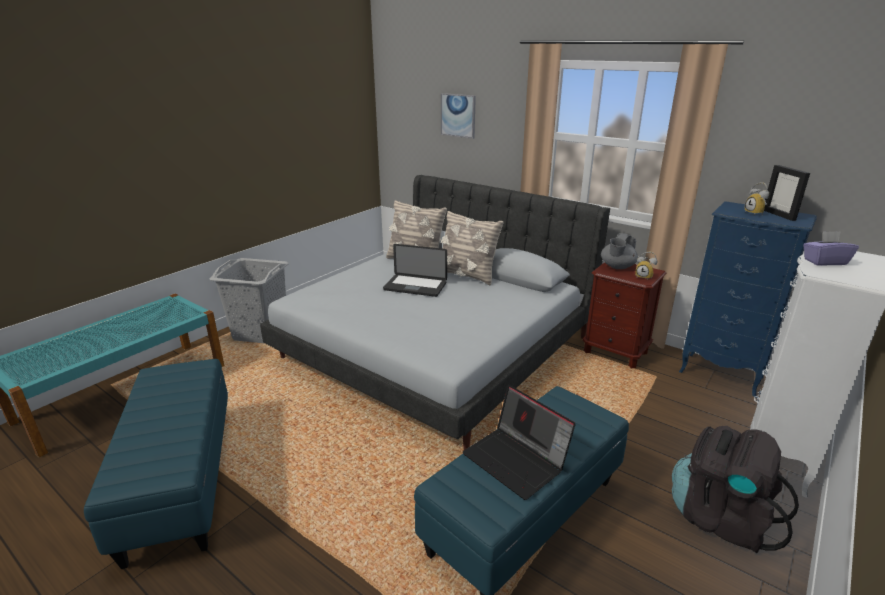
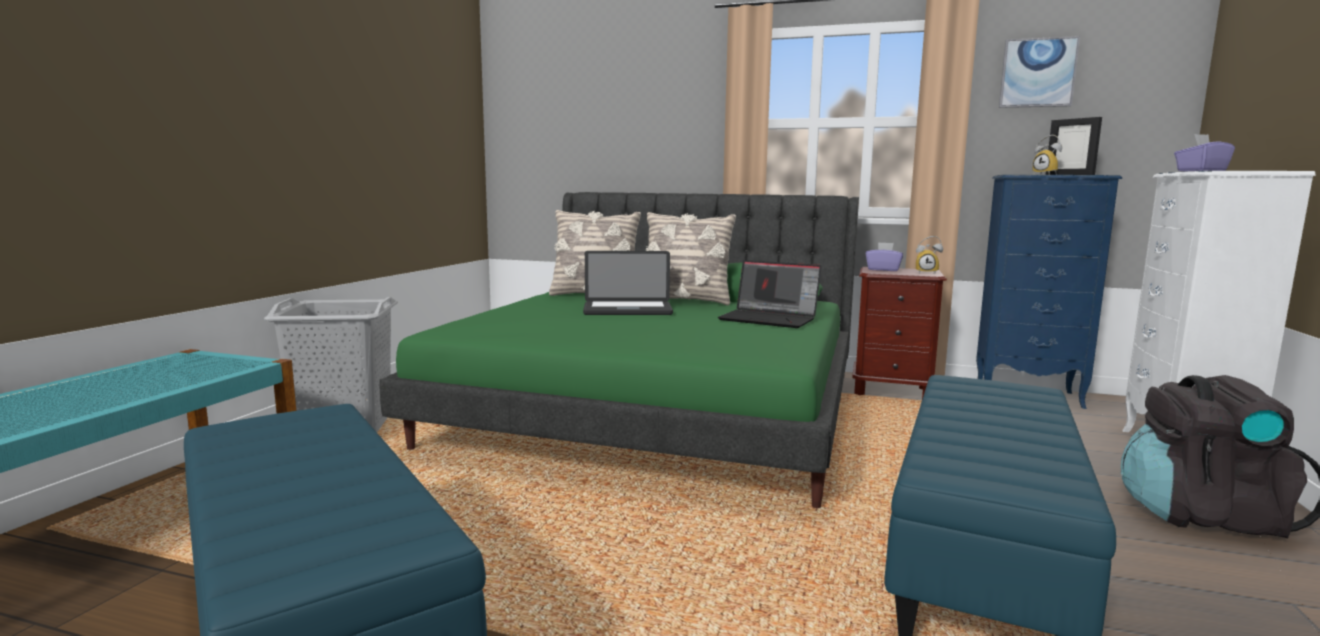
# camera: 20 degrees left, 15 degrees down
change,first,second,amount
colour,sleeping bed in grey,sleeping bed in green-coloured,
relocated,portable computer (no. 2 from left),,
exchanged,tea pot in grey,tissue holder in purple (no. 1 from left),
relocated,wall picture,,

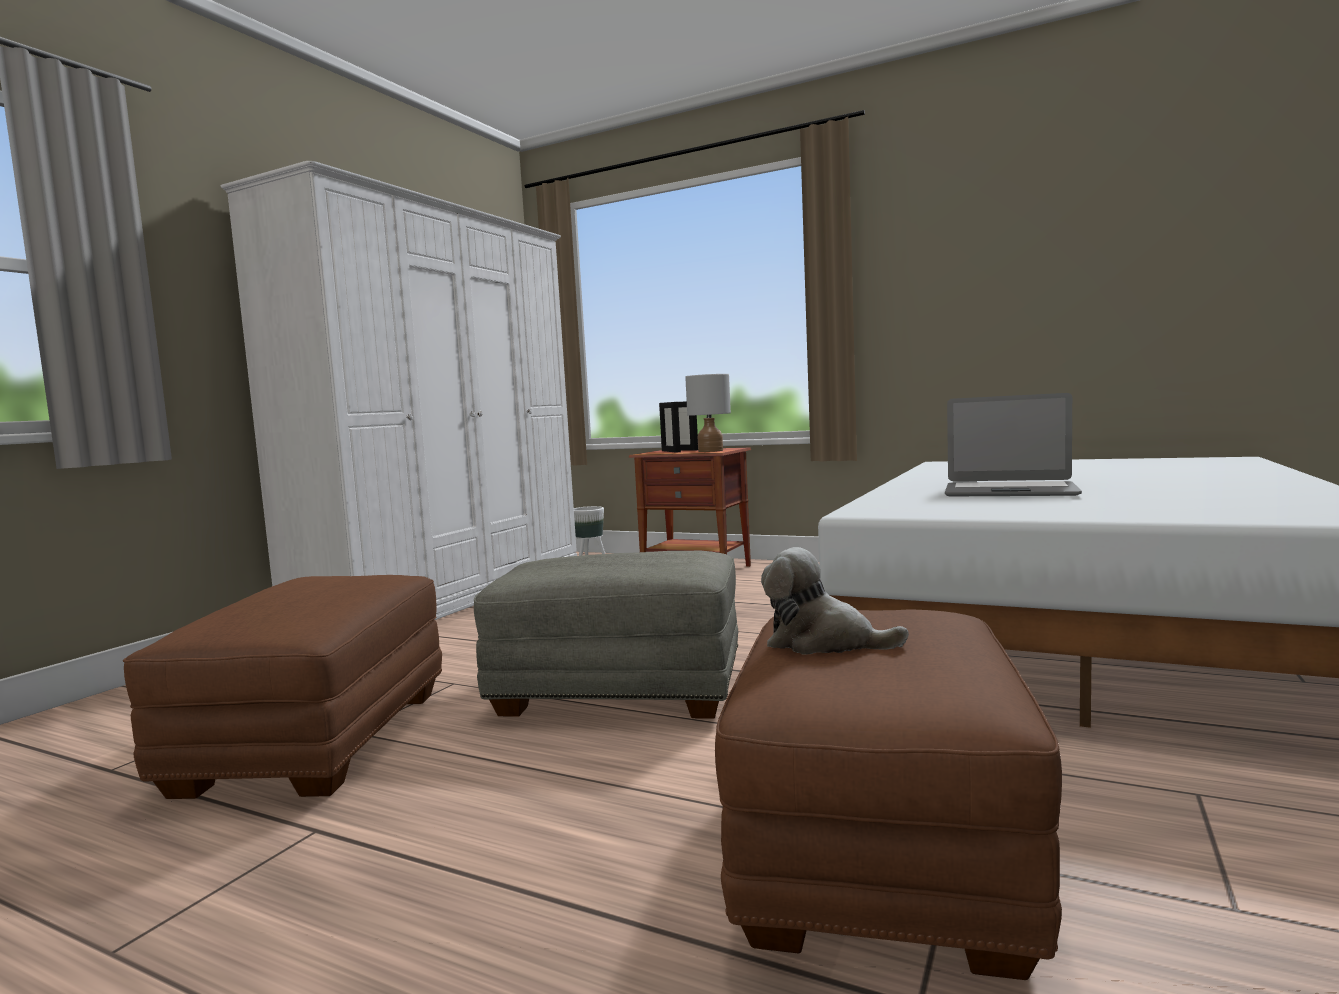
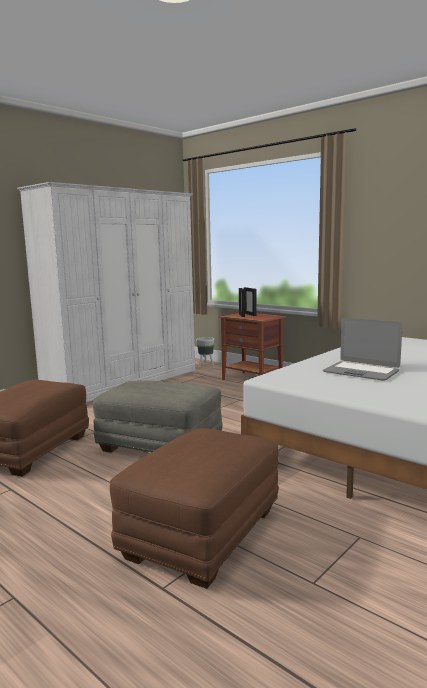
# camera: 15 degrees right, 5 degrees up
change,first,second,amount
missing,lamp for a table in grey,,
missing,plush toy,,

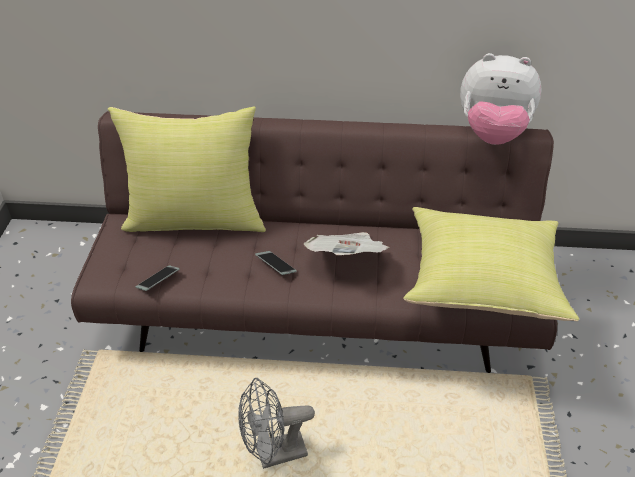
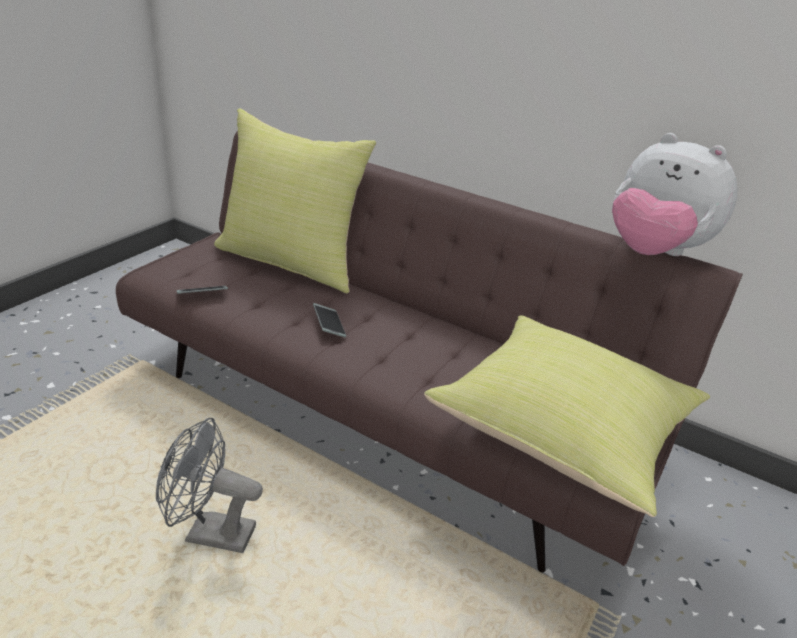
# camera: 25 degrees right, 10 degrees down
change,first,second,amount
missing,newspaper,,

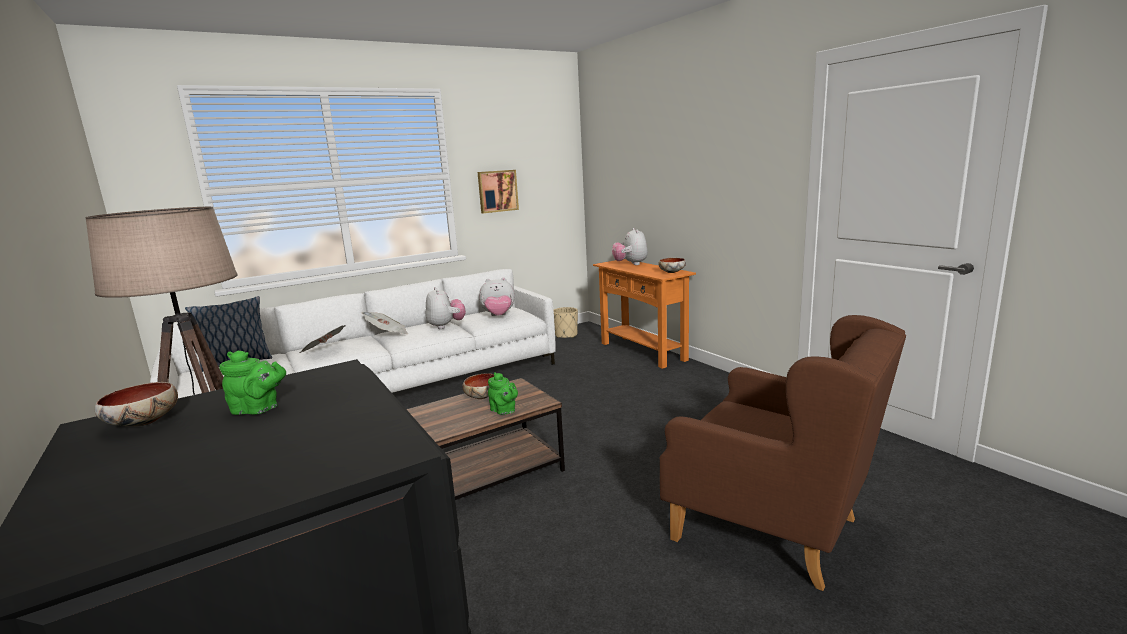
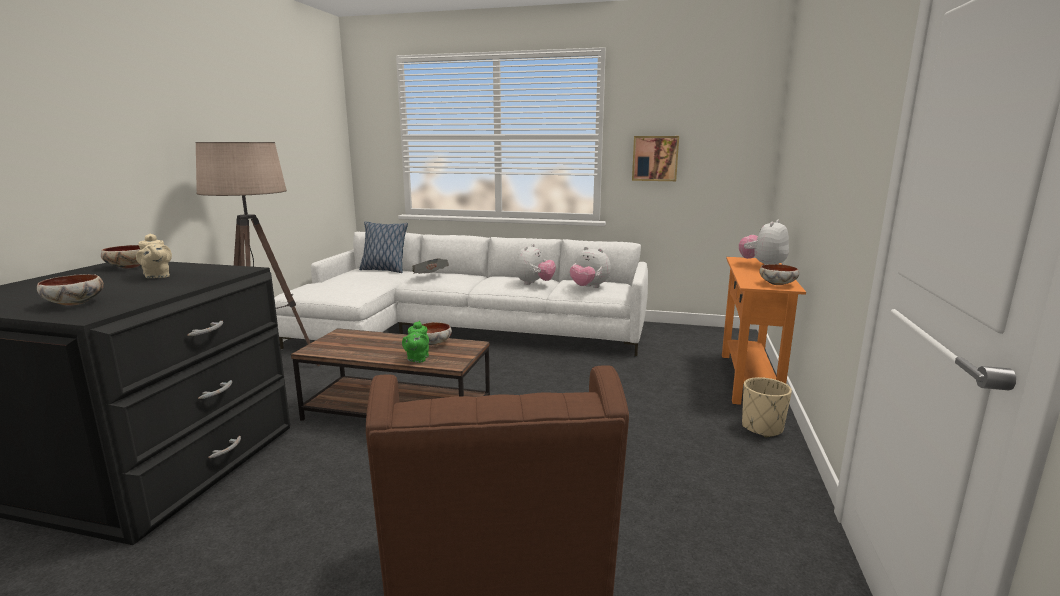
# camera: 45 degrees right, 0 degrees up
change,first,second,amount
appeared,,deep dish (no. 1 from left),
colour,tea pot in green-coloured (no. 1 from left),tea pot in beige,
relocated,plant pot in beige,,
missing,newspaper (no. 2 from left),,

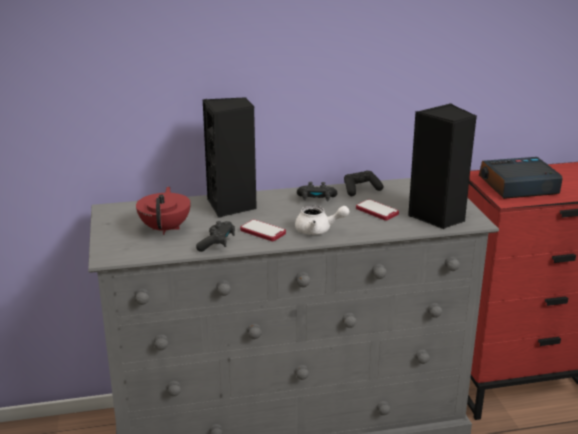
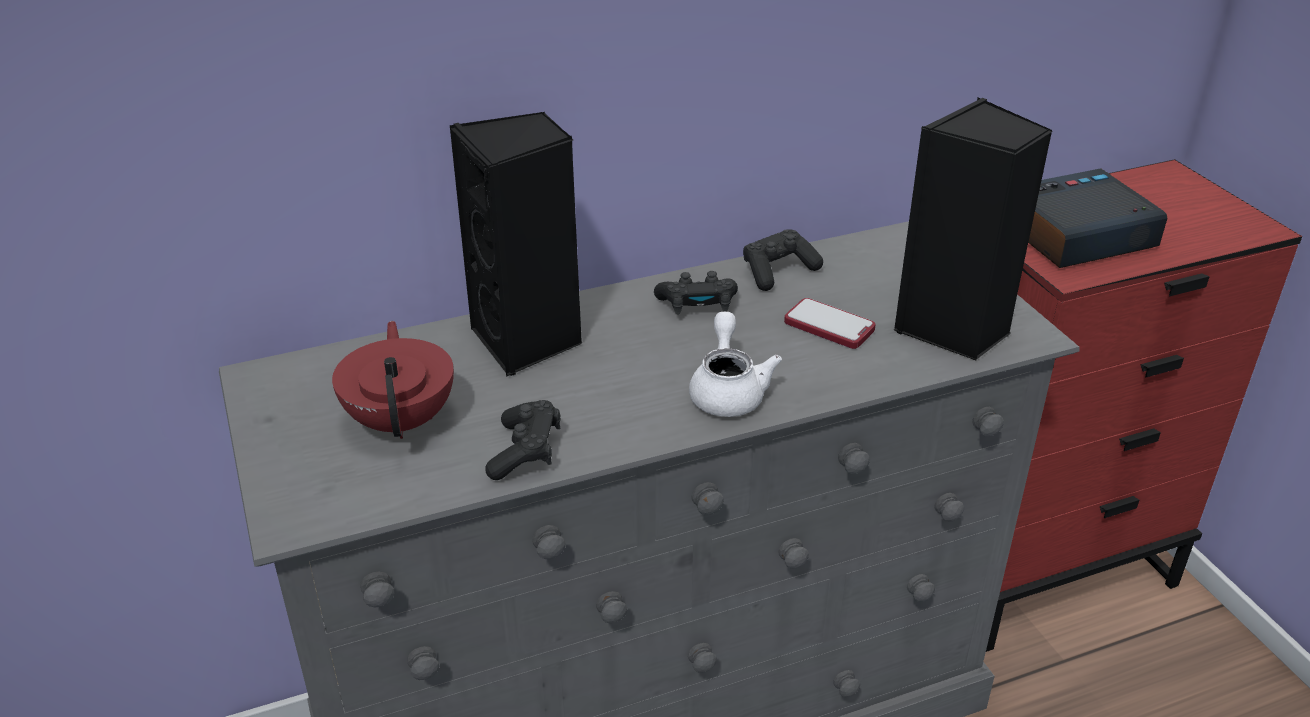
# camera: 10 degrees left, 10 degrees up
change,first,second,amount
spun,tea pot in white-coloured,,90 degrees counterclockwise
missing,handset (no. 1 from left),,

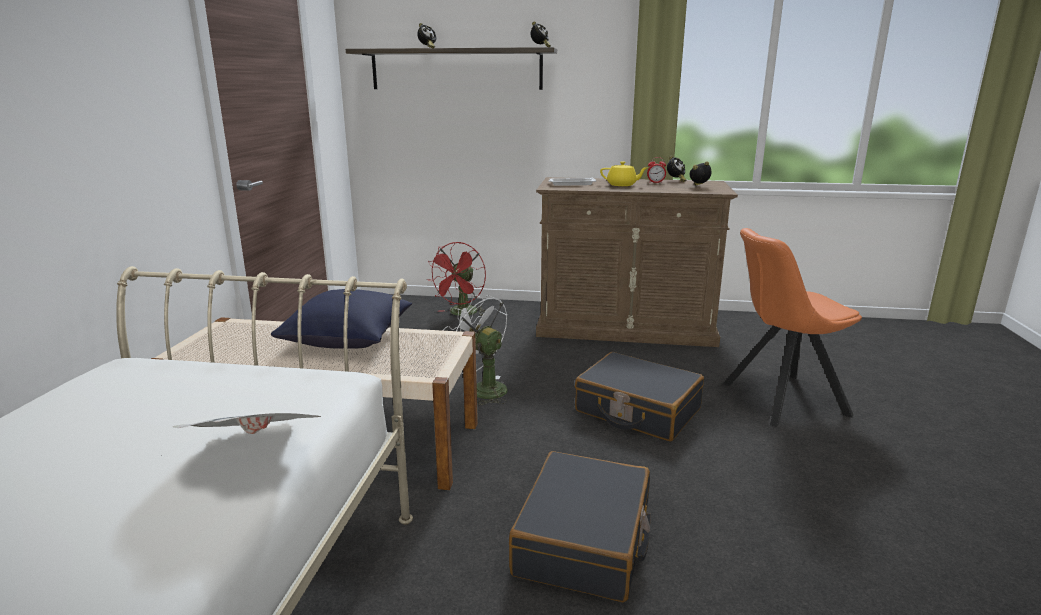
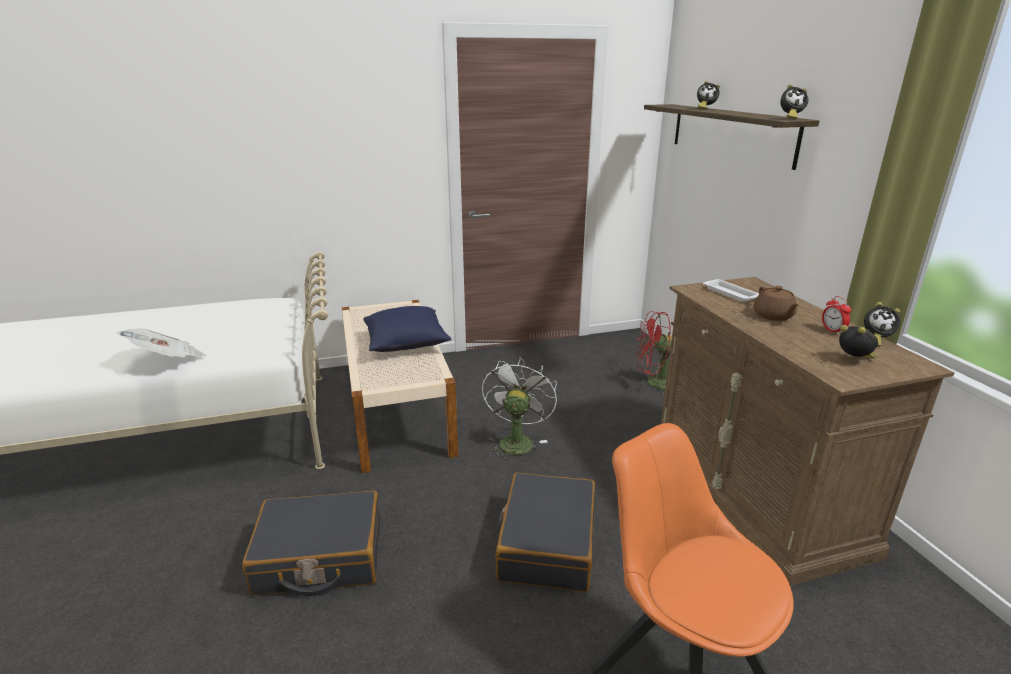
# camera: 65 degrees right, 5 degrees up
change,first,second,amount
colour,tea pot in yellowish,tea pot in brown,

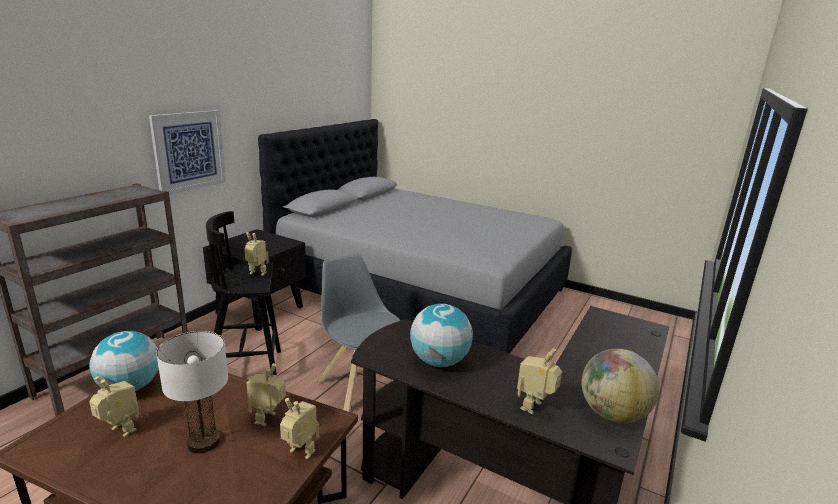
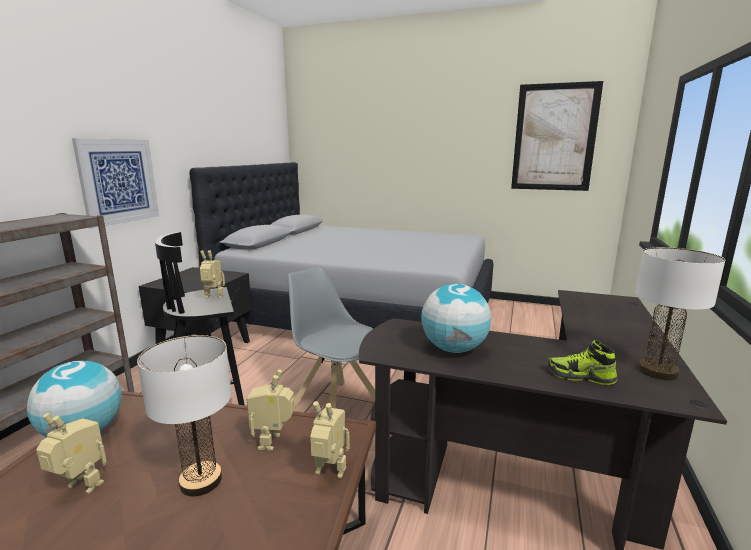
# camera: 10 degrees left, 5 degrees down
change,first,second,amount
appeared,,wall picture (no. 2 from left),
exchanged,toy robot (no. 5 from left),item of footwear,
exchanged,world globe (no. 3 from left),lamp for a table (no. 2 from left),

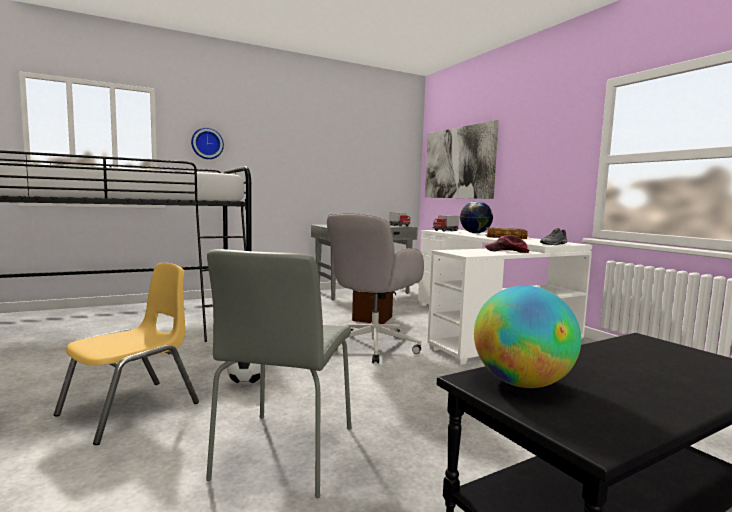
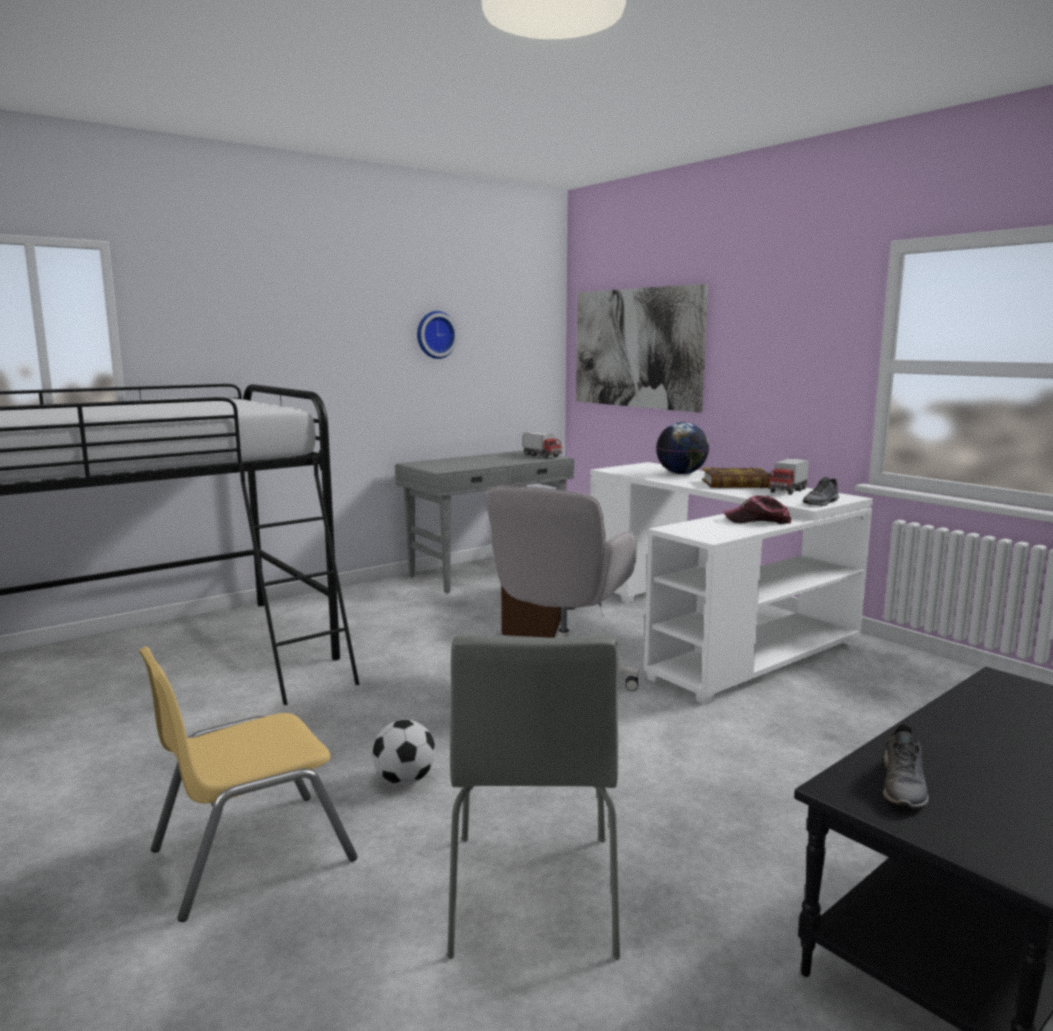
# camera: 10 degrees left, 5 degrees up
change,first,second,amount
spun,upright chair in yellowish,,150 degrees counterclockwise
relocated,hanging clock,,
relocated,model truck (no. 2 from left),,
exchanged,world globe (no. 2 from left),item of footwear in grey (no. 2 from left),

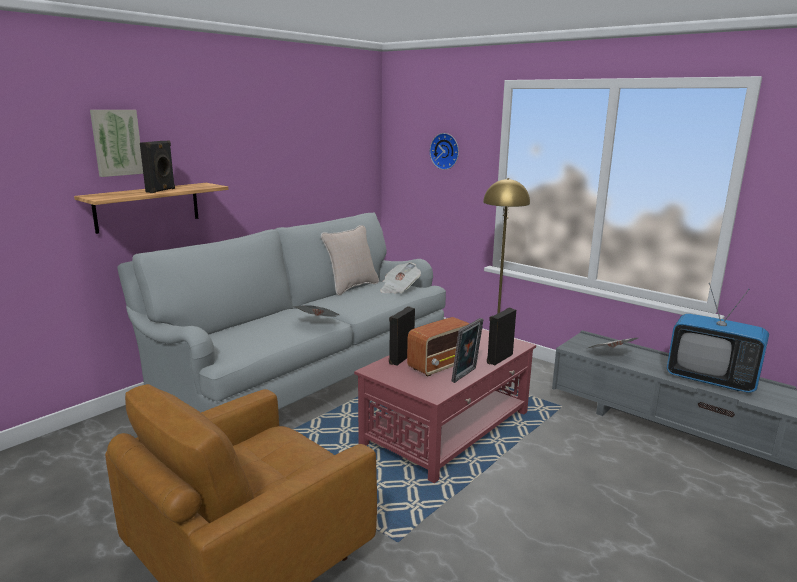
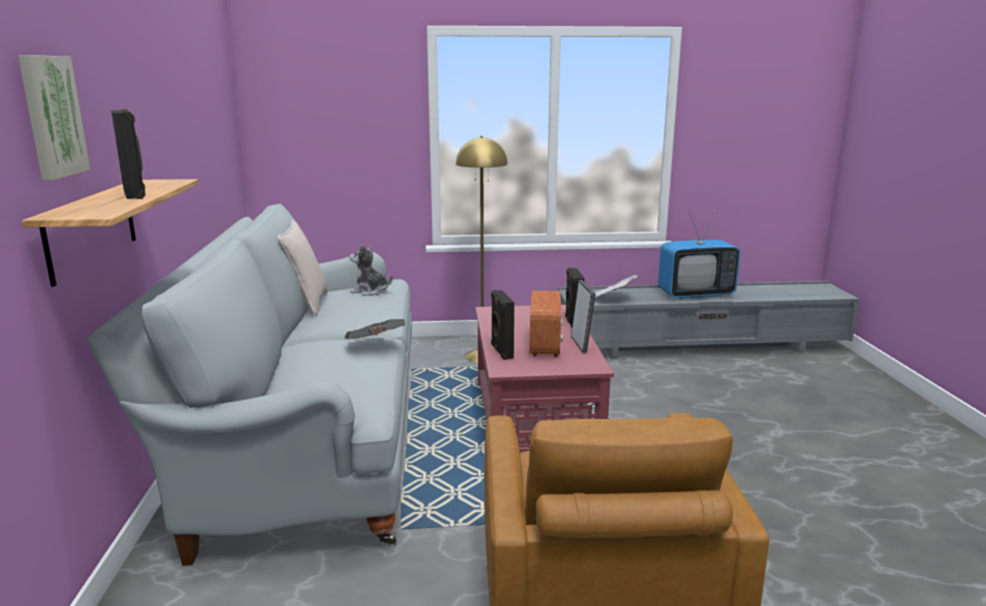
# camera: 45 degrees left, 0 degrees up
change,first,second,amount
exchanged,newspaper (no. 2 from left),plush toy,
missing,hanging clock,,

